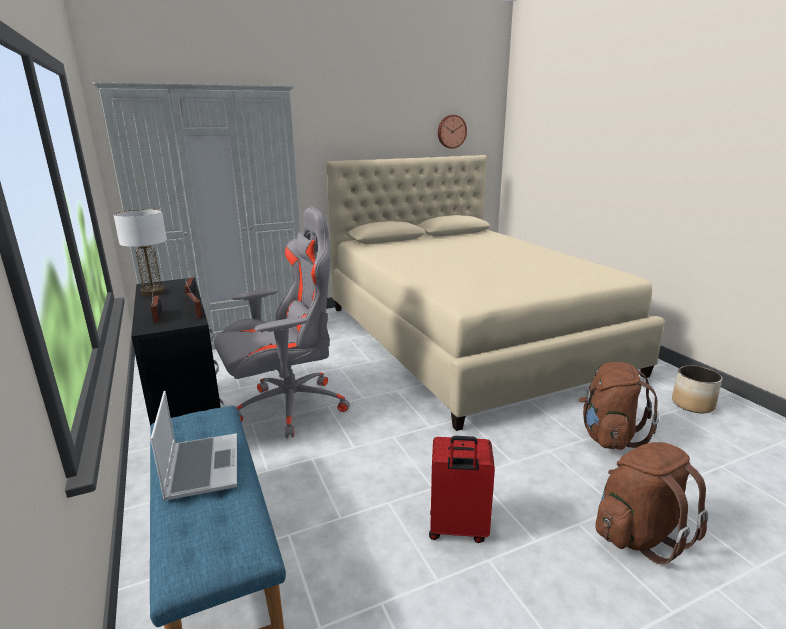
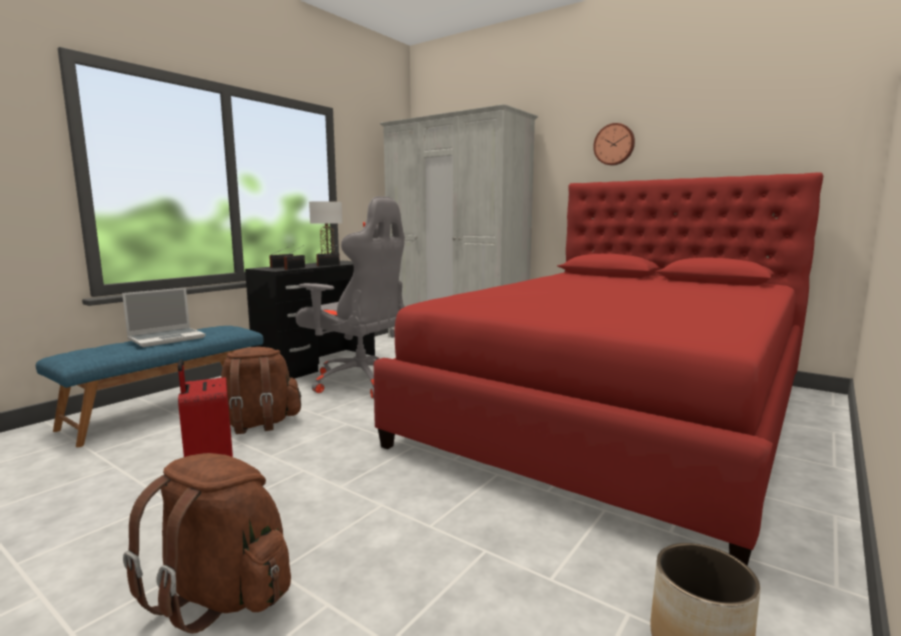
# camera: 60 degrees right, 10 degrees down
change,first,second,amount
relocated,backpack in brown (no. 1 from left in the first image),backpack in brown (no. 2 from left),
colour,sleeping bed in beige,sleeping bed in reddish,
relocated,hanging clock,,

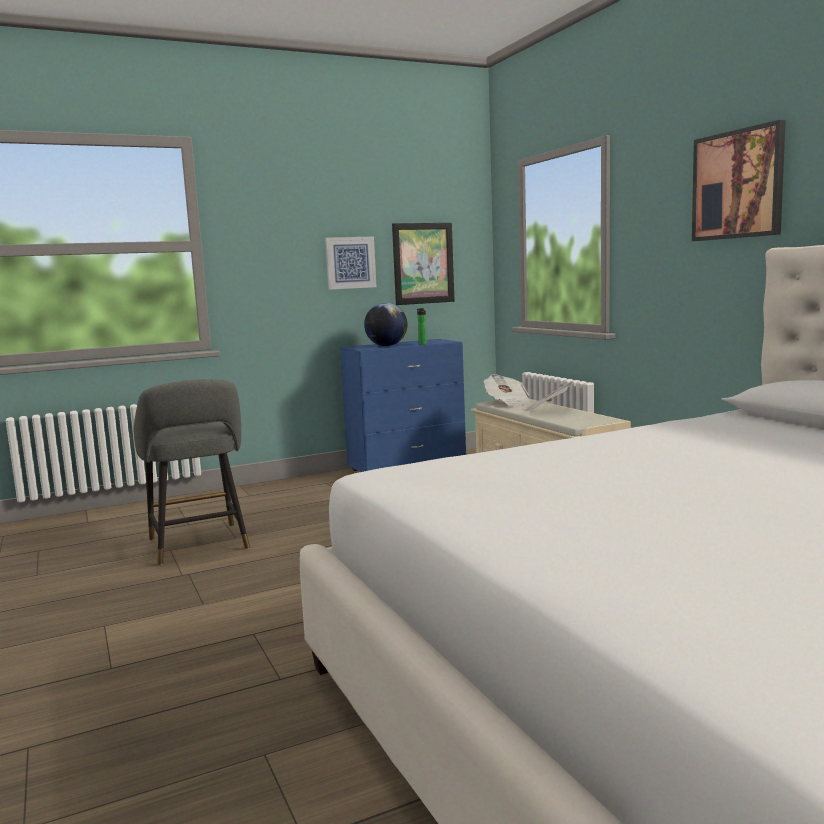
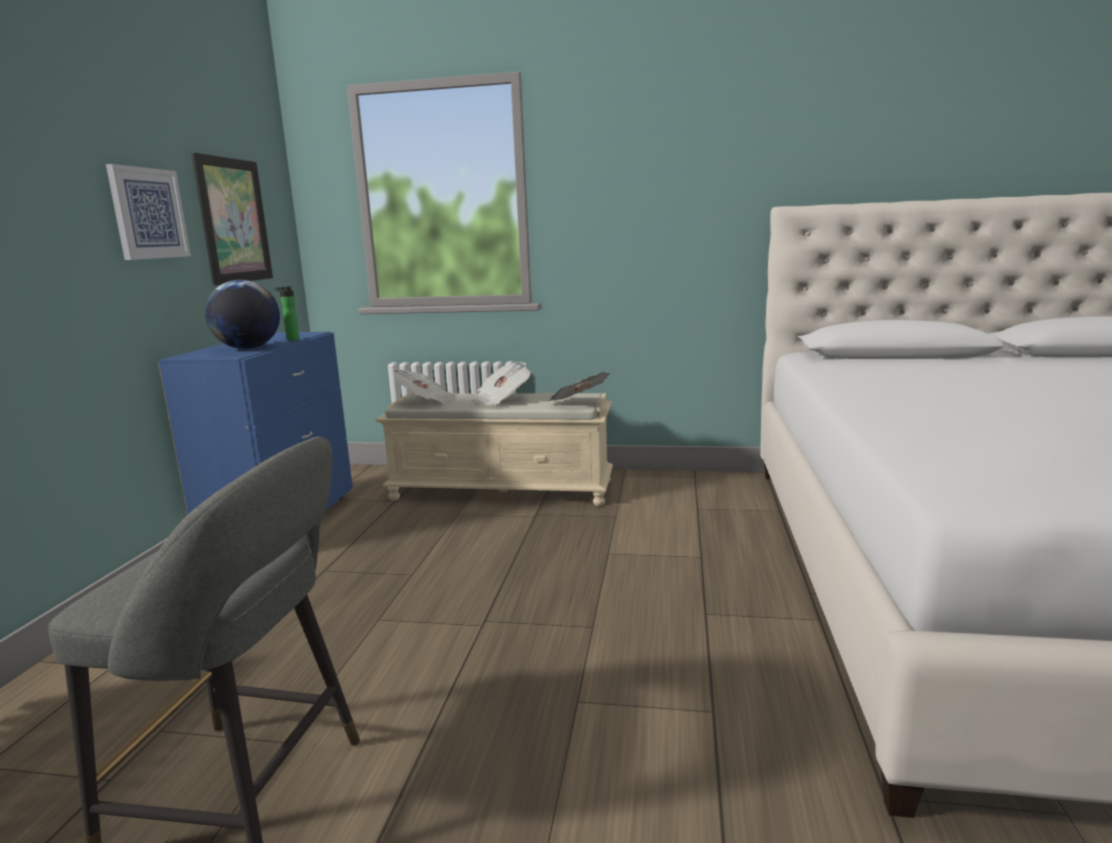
# camera: 55 degrees left, 5 degrees up
change,first,second,amount
appeared,,newspaper (no. 3 from left),
missing,wall picture (no. 3 from left),,

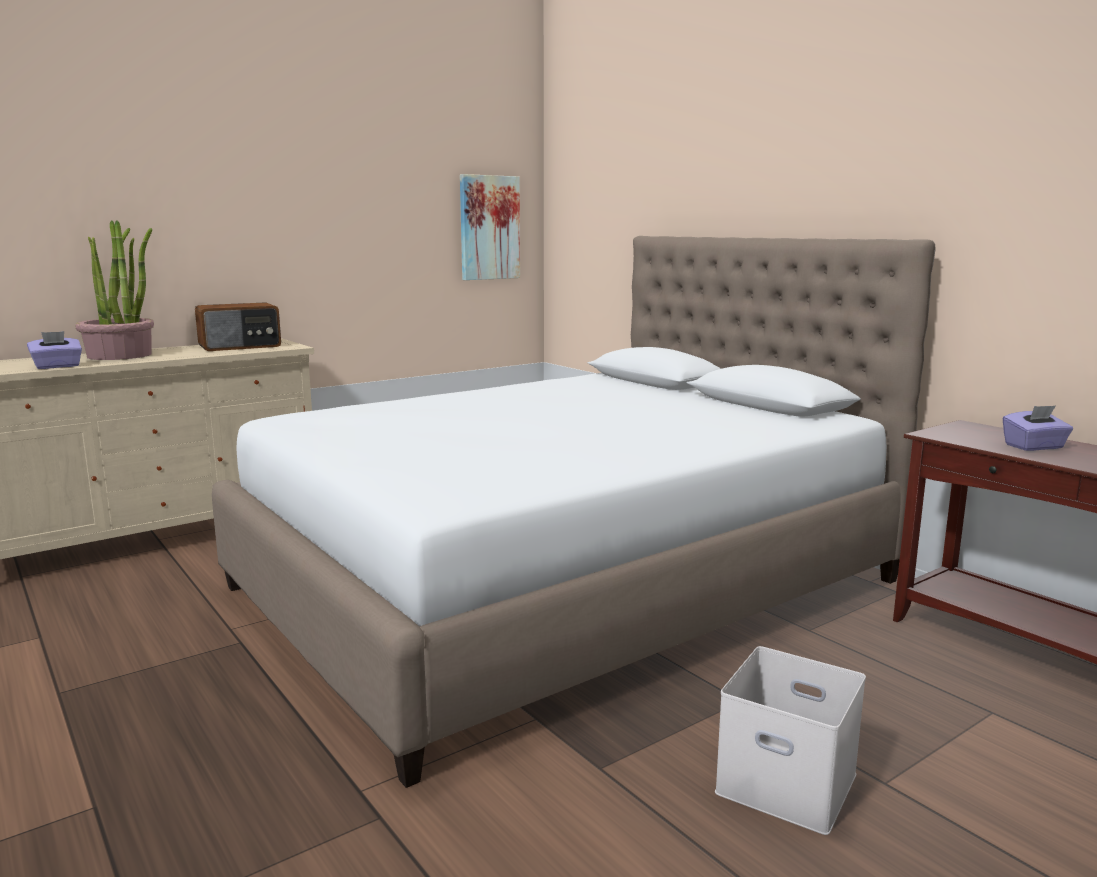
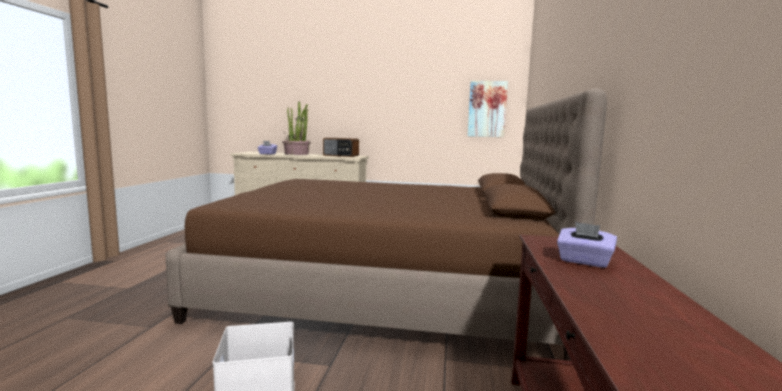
# camera: 45 degrees right, 5 degrees down
change,first,second,amount
colour,sleeping bed in white-coloured,sleeping bed in brown,

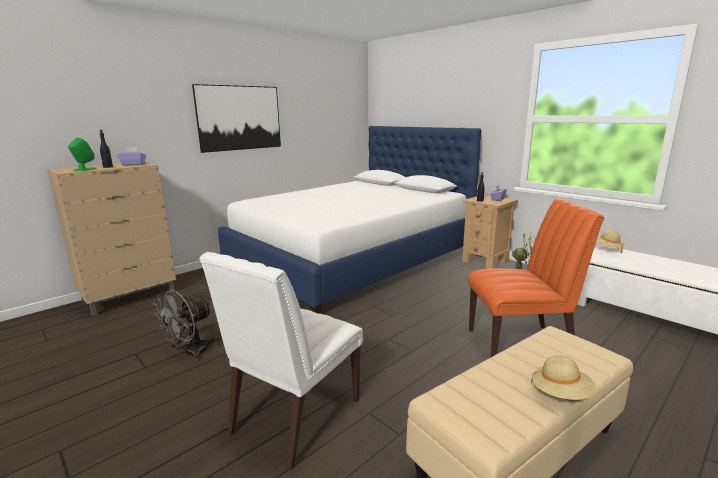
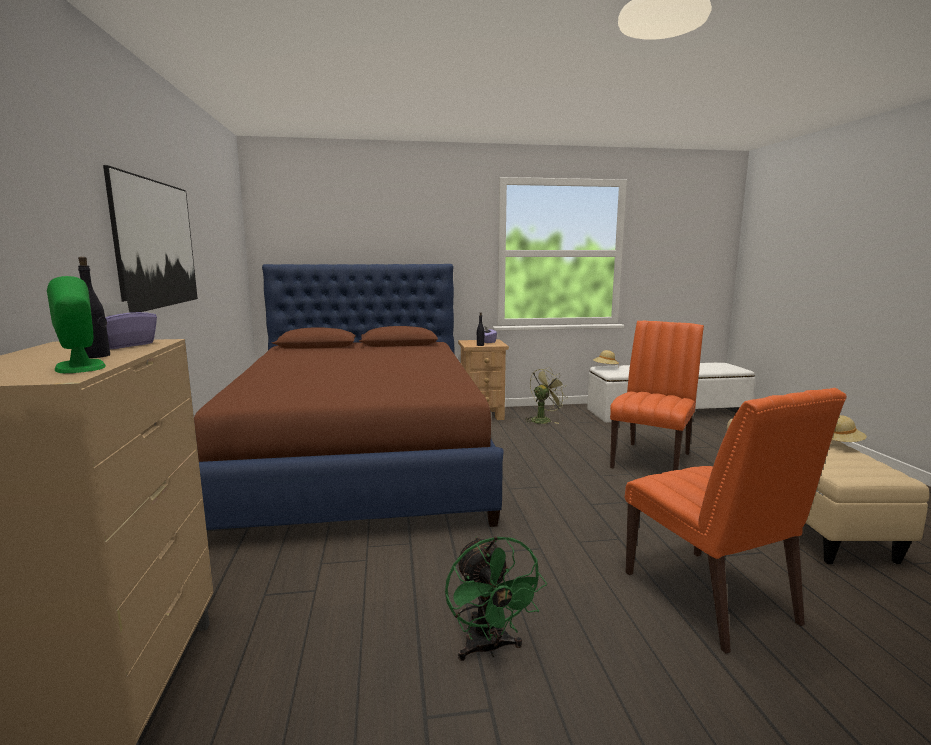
# camera: 55 degrees left, 5 degrees down
change,first,second,amount
colour,sleeping bed in white-coloured,sleeping bed in brown,
colour,cooling fan in grey,cooling fan in green-coloured (no. 1 from left),
colour,upright chair in white-coloured,upright chair in orange (no. 2 from left),

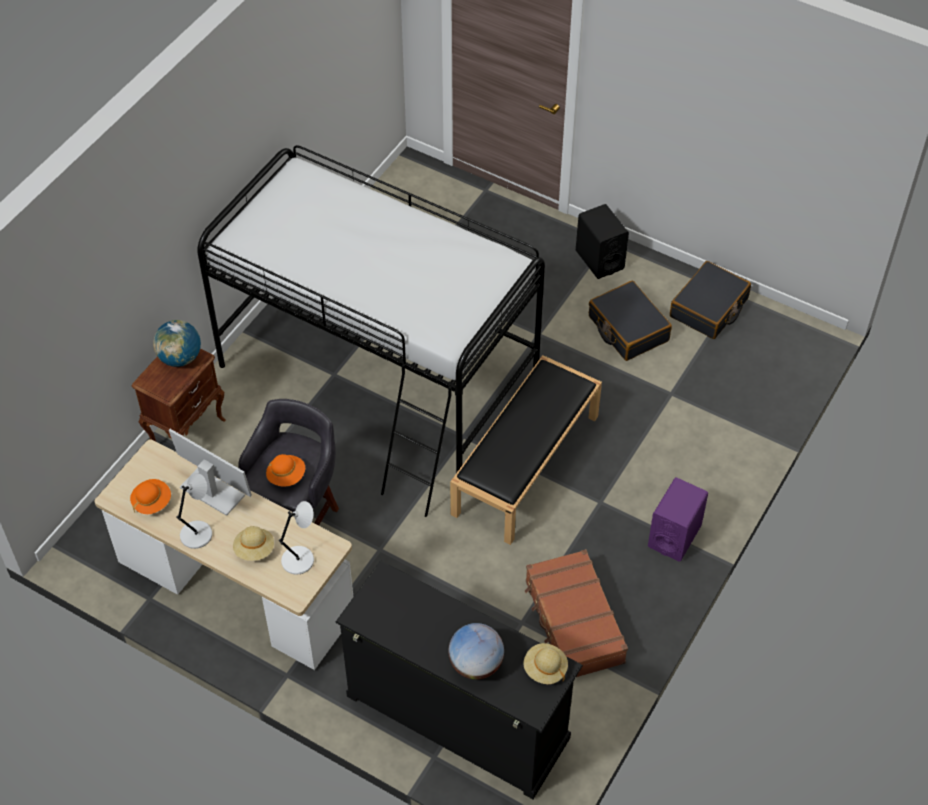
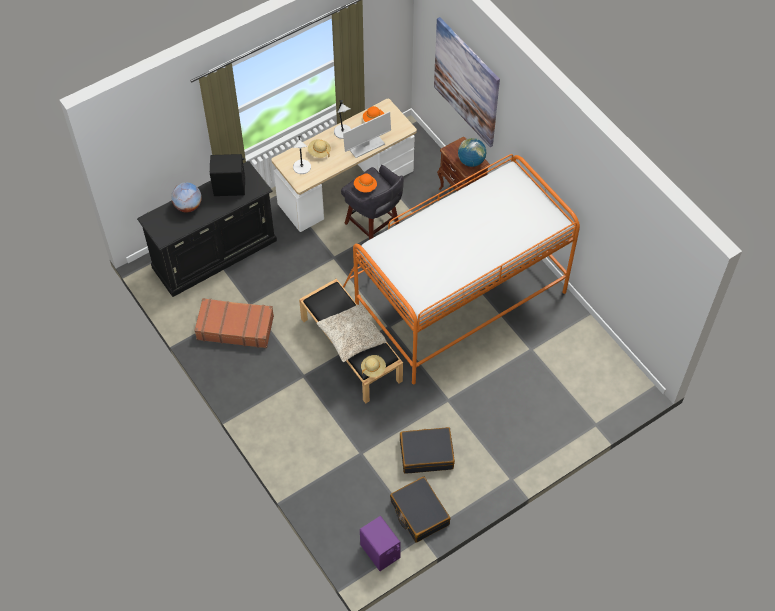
# camera: 115 degrees right, 5 degrees up
change,first,second,amount
relocated,audio speaker in blackish,,
appeared,,pillow in beige,
colour,sleeping bed in blackish,sleeping bed in orange,
relocated,audio speaker in purple,,
relocated,hat in beige (no. 2 from left),,
appeared,,wall picture,

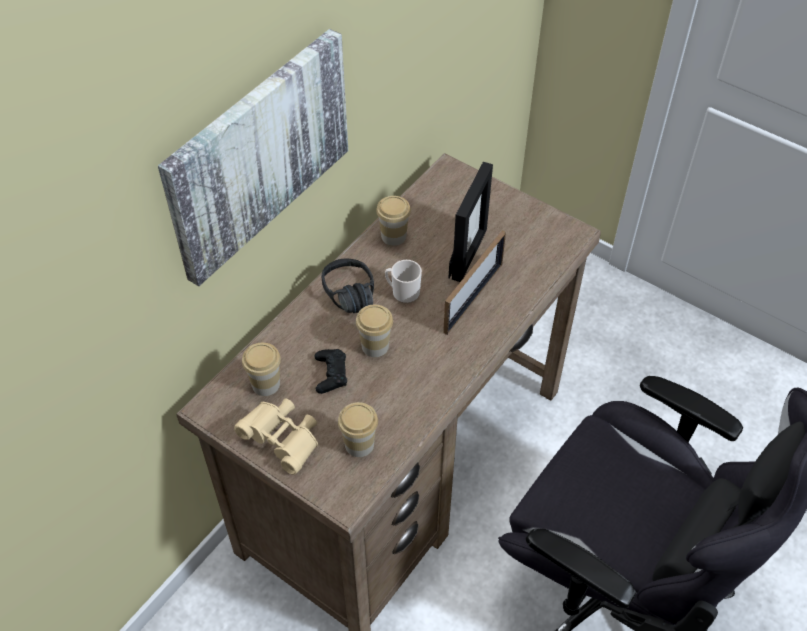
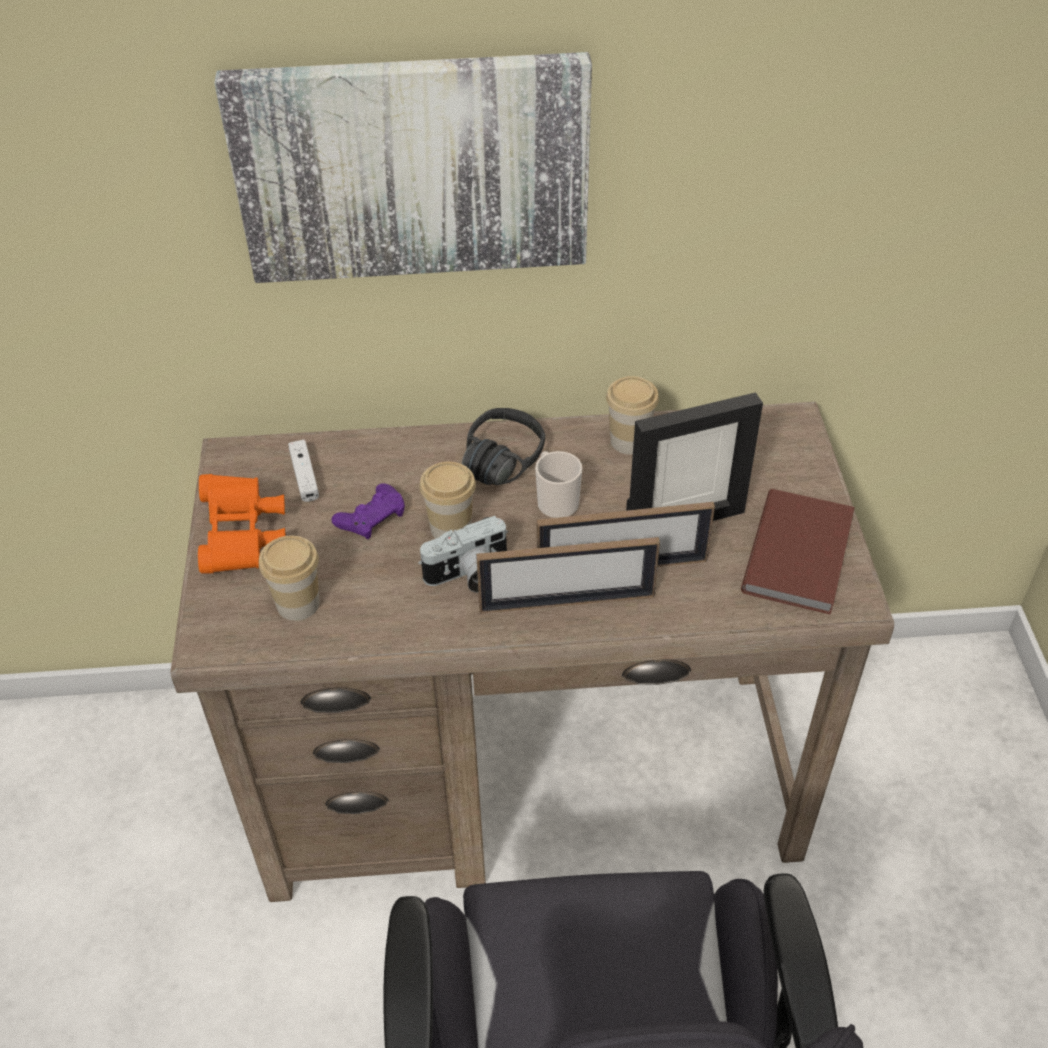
# camera: 50 degrees right, 5 degrees down
change,first,second,amount
colour,field glasses in beige,field glasses in orange,
exchanged,small cup (no. 1 from left),joypad in white-coloured,
colour,joypad in blackish,joypad in purple,
appeared,,photo camera,
appeared,,photo frame (no. 1 from left),
appeared,,bound book in brown,

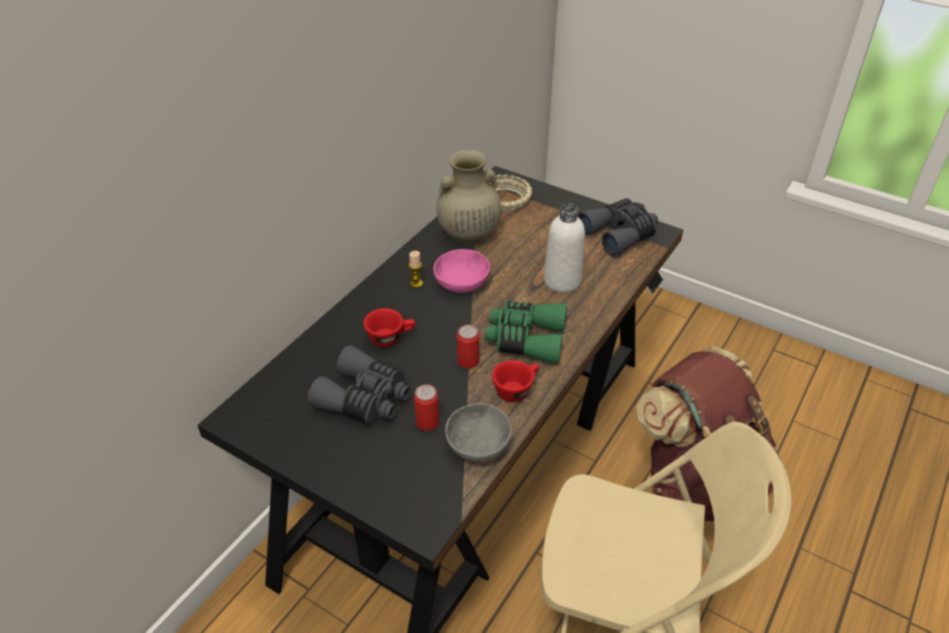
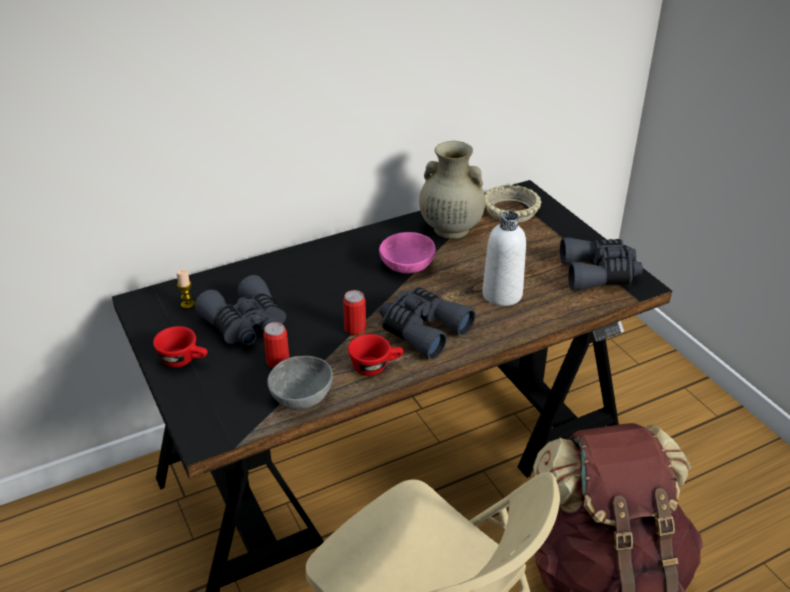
# camera: 30 degrees right, 5 degrees down
change,first,second,amount
relocated,small cup in reddish (no. 1 from left),,
relocated,candle,,
colour,field glasses in green-coloured,field glasses in grey (no. 2 from left),

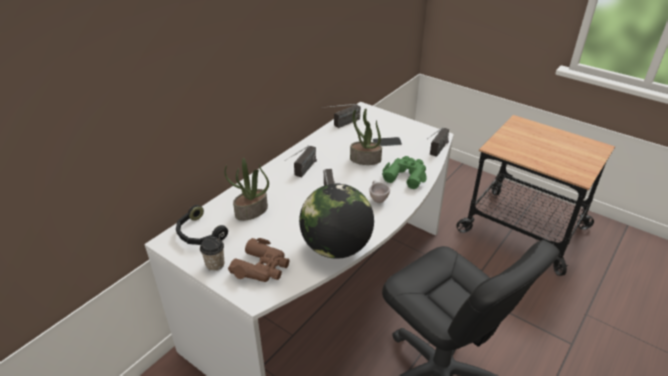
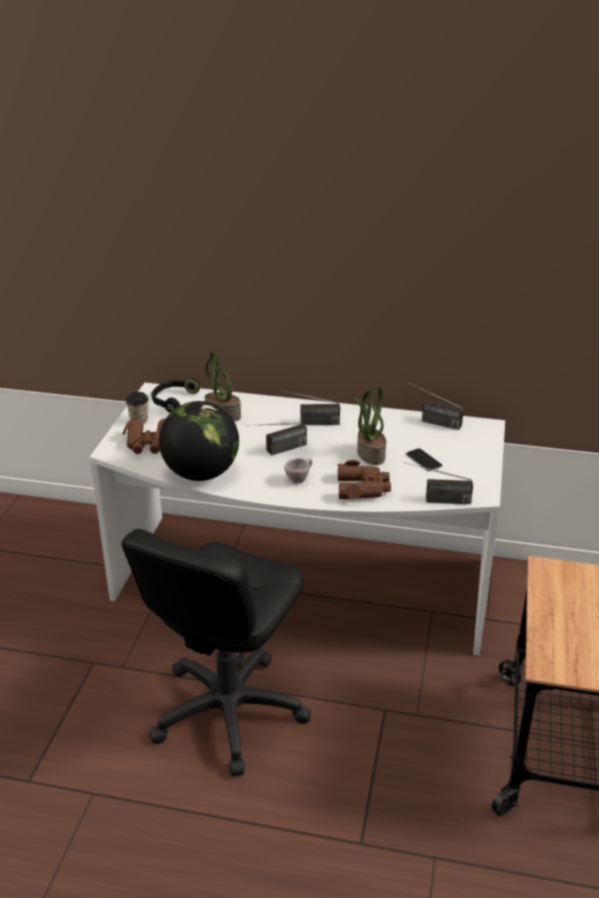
# camera: 65 degrees right, 5 degrees down
change,first,second,amount
colour,field glasses in green-coloured,field glasses in brown (no. 2 from left),

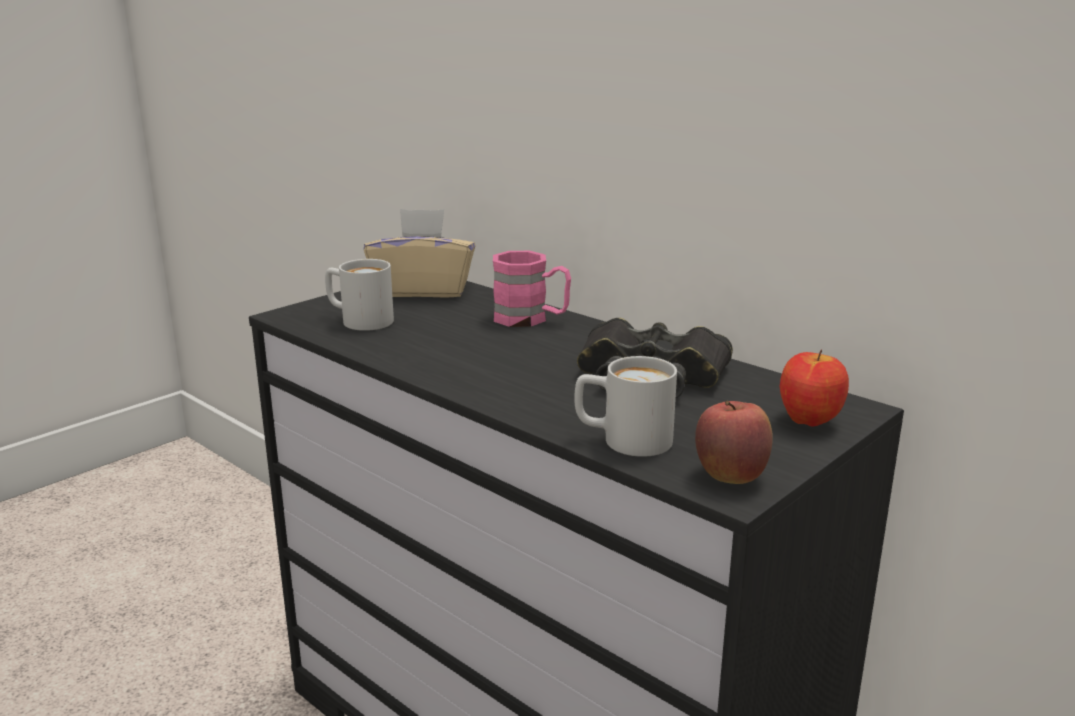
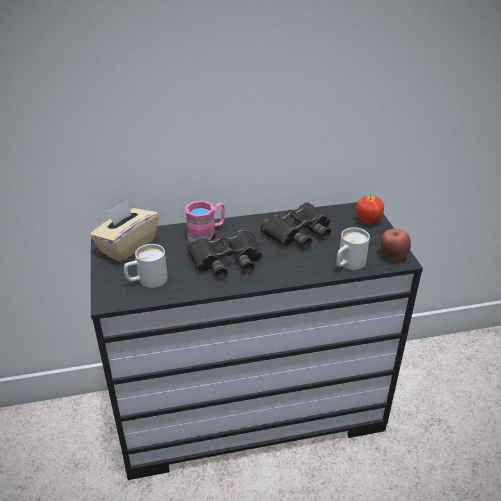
# camera: 55 degrees left, 15 degrees up
change,first,second,amount
appeared,,field glasses in blackish (no. 1 from left),

